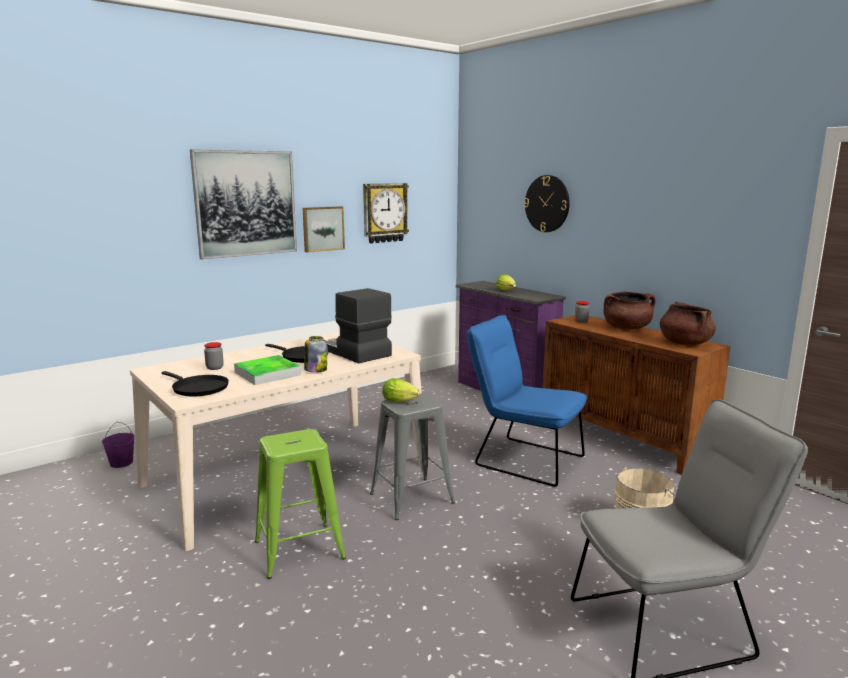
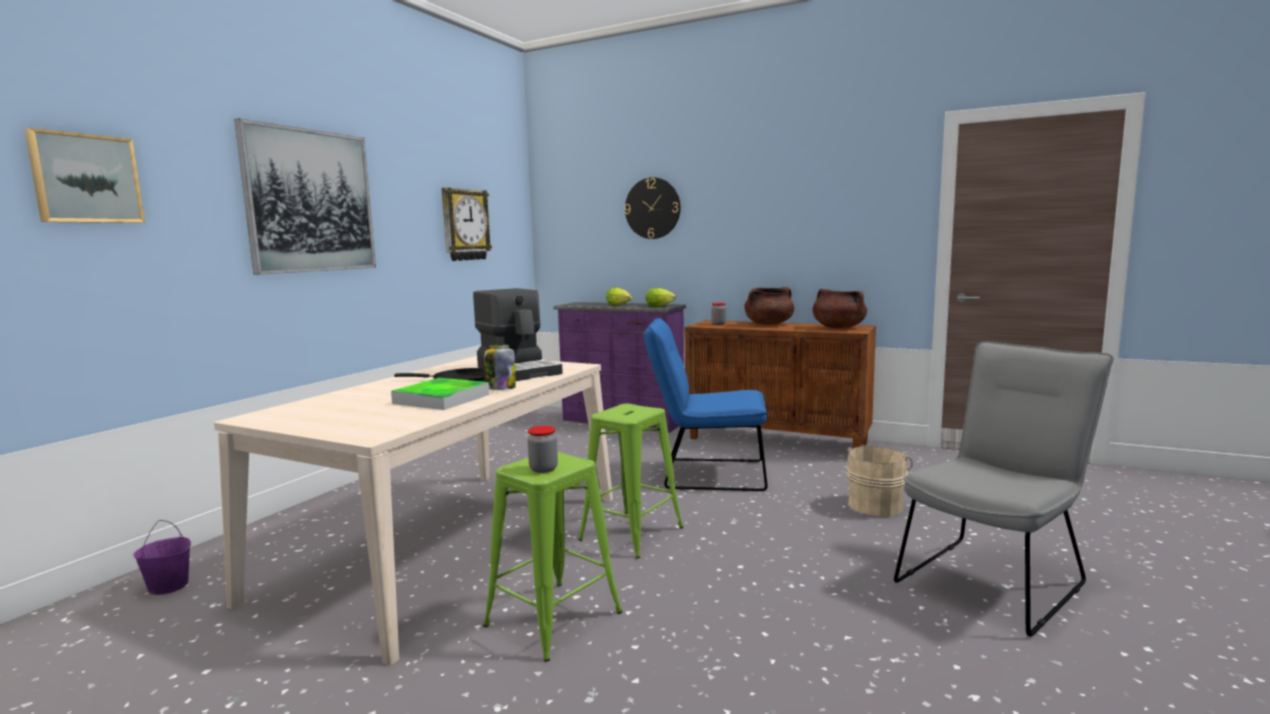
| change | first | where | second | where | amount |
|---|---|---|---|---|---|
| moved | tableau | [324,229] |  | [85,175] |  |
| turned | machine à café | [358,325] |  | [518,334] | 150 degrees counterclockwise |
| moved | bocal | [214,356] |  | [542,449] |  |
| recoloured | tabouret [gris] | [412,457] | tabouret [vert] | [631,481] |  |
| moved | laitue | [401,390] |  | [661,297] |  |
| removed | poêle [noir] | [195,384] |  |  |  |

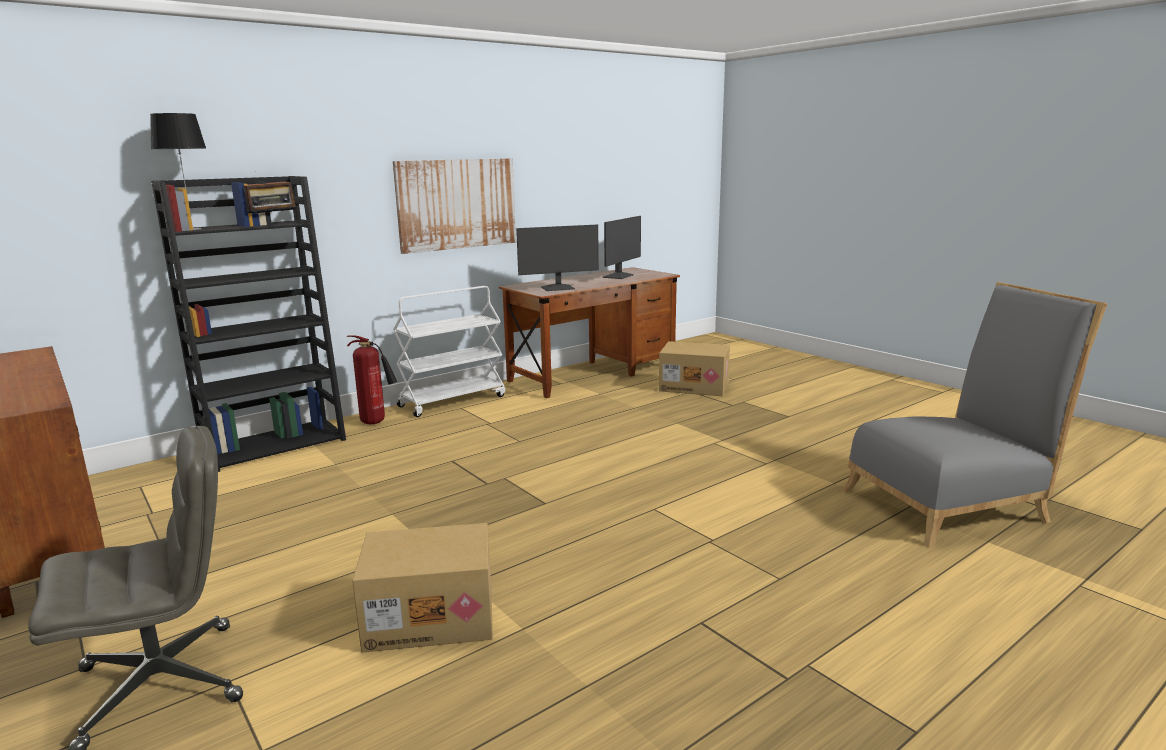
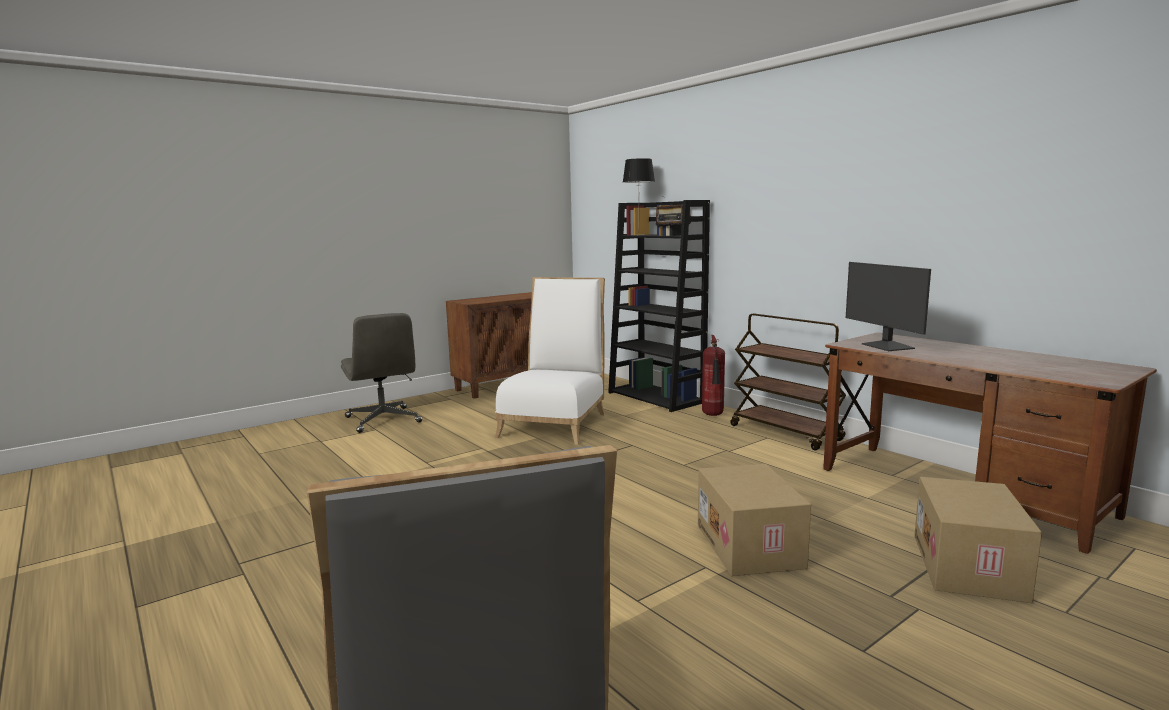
| change | first | where | second | where | amount |
|---|---|---|---|---|---|
| added |  |  | chaise [blanc] | [550,361] |  |
| moved | carton | [422,588] |  | [754,520] |  |
| recoloured | chariot [blanc] | [449,351] | chariot [marron] | [788,382] |  |
| removed | tableau | [454,206] |  |  |  |
| removed | écran d'ordinateur | [621,247] |  |  |  |

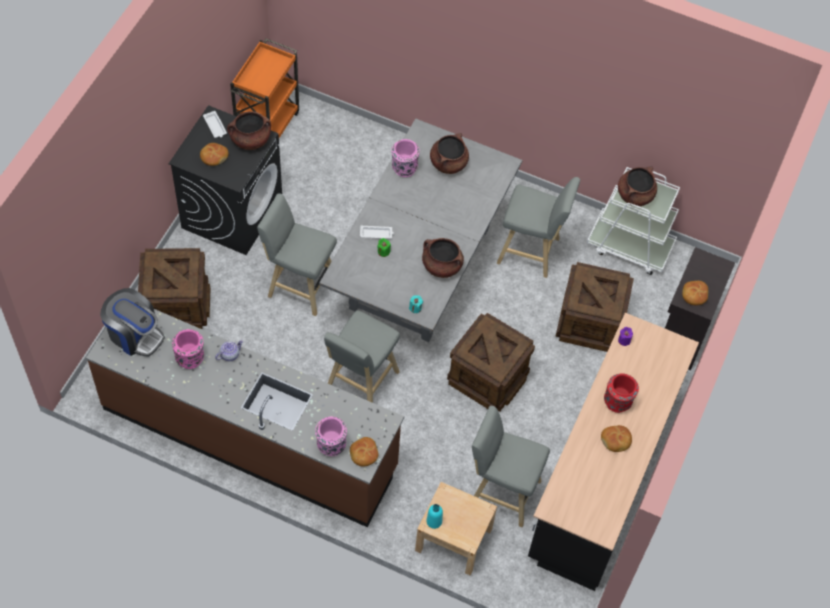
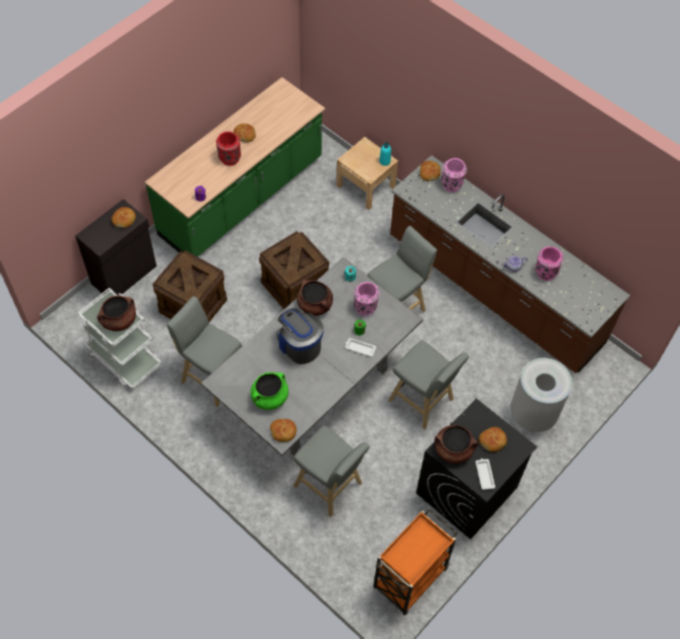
| change | first | where | second | where | amount |
|---|---|---|---|---|---|
| recoloured | comptoir de cuisine [noir] | [613,452] | comptoir de cuisine [vert] | [235,167] |  |
| recoloured | marmite [marron] | [449,153] | marmite [vert] | [269,391] |  |
| added |  |  | pain | [283,430] |  |
| moved | machine à café | [132,322] |  | [300,336] |  |
| moved | tabouret [gris] | [511,466] |  | [331,471] |  |
| moved | vase [rose] | [406,158] |  | [367,299] |  |
| replaced | caisse | [174,288] | poubelle [gris] | [541,395] |  |

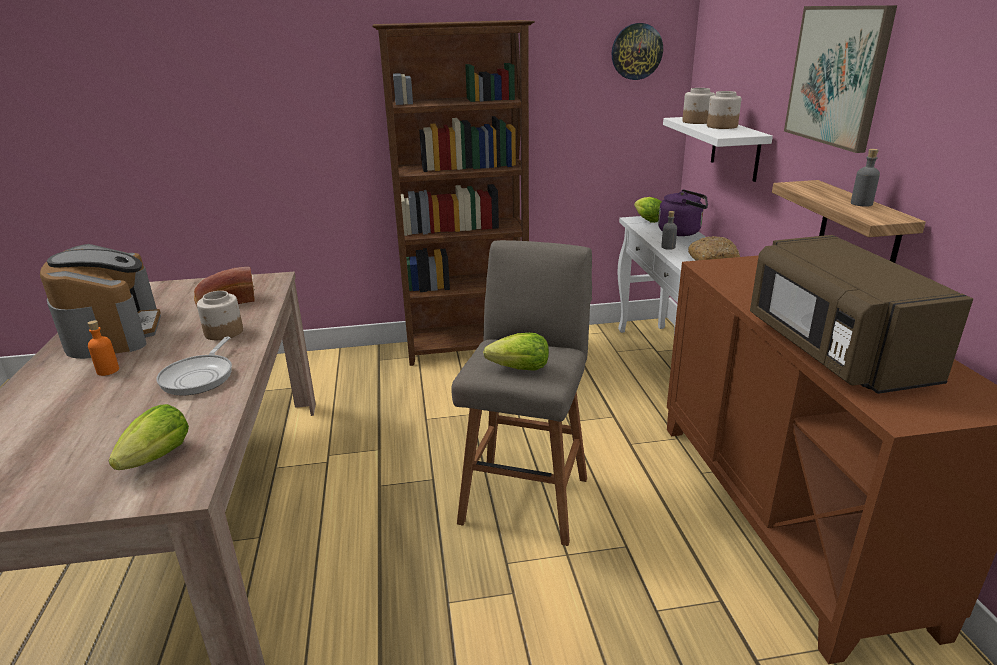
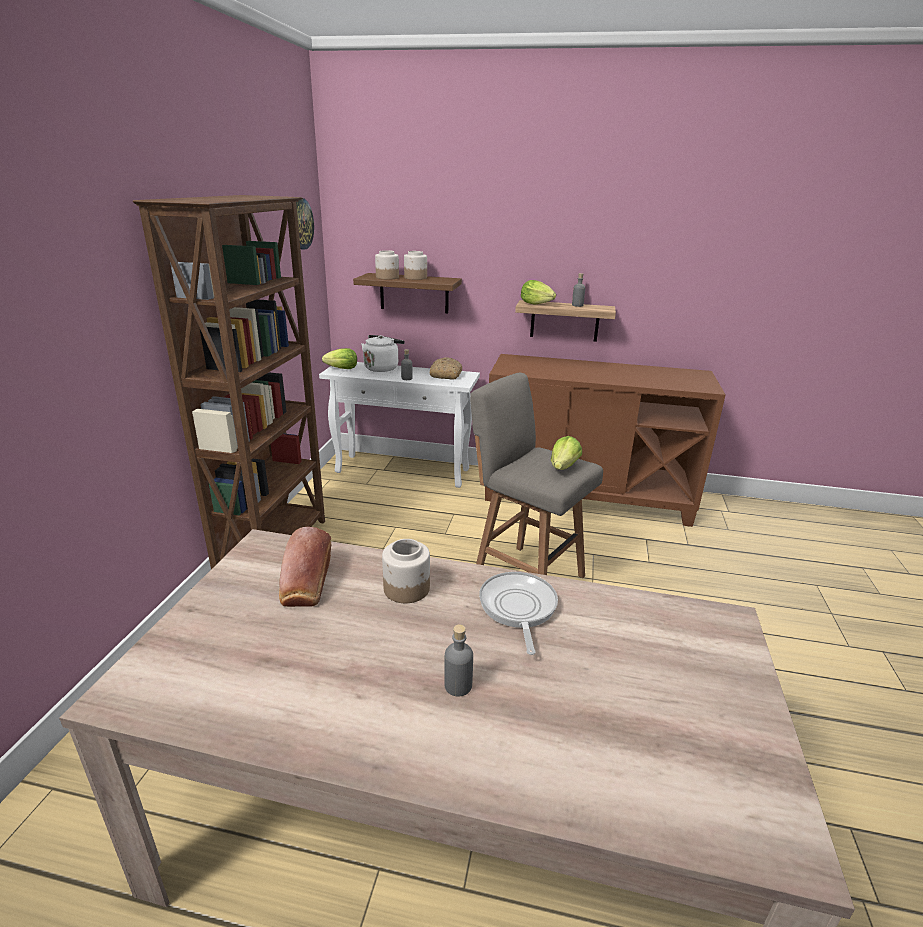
| change | first | where | second | where | amount |
|---|---|---|---|---|---|
| recoloured | étagère [blanc] | [718,149] | étagère [marron] | [407,293] |  |
| recoloured | bouilloire [violet] | [683,212] | bouilloire [blanc] | [383,353] |  |
| recoloured | bouteille [orange] | [103,348] | bouteille [gris] | [458,660] |  |
| turned | poêle | [194,366] |  | [518,613] | 120 degrees counterclockwise |
| moved | laitue | [149,437] |  | [538,292] |  |
| removed | machine à café | [100,301] |  |  |  |
| removed | micro-ondes [marron] | [861,314] |  |  |  |
| removed | tableau | [840,79] |  |  |  |

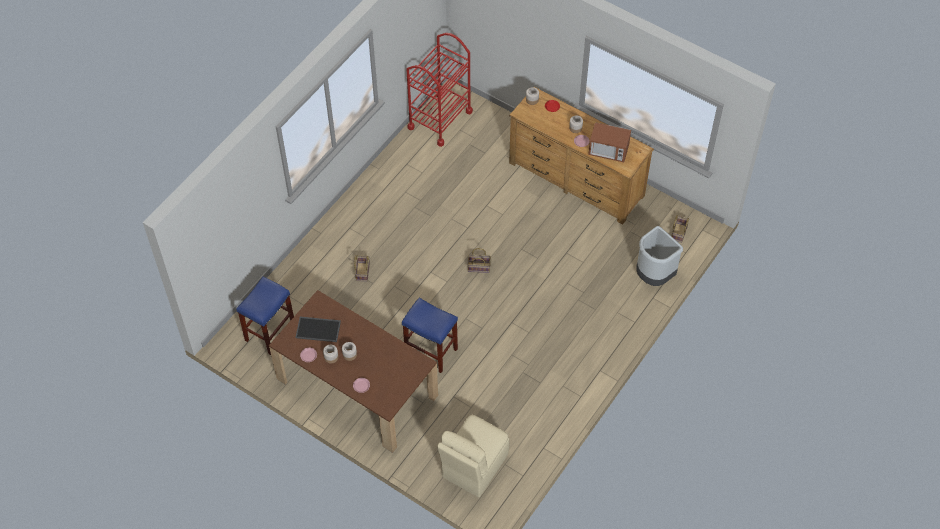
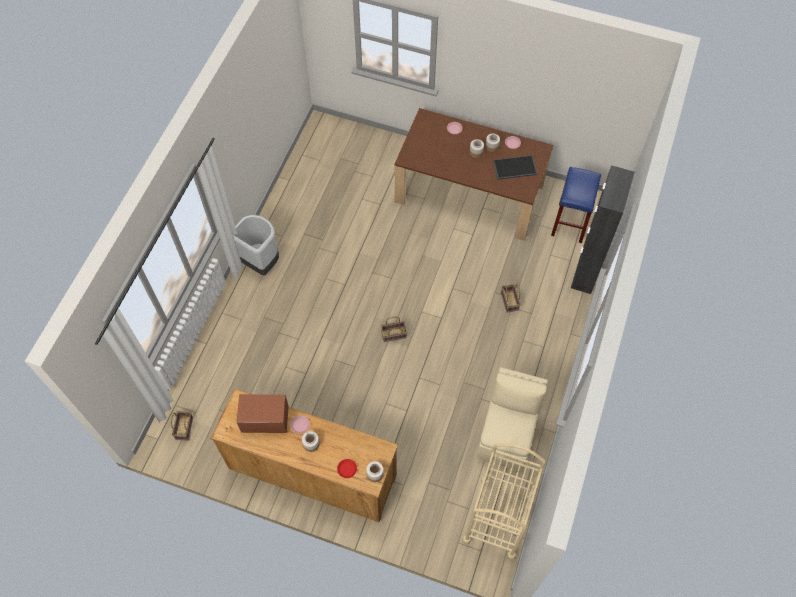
| change | first | where | second | where | amount |
|---|---|---|---|---|---|
| moved | poubelle [gris] | [659,256] |  | [256,245] |  |
| recoloured | chariot [rouge] | [439,90] | chariot [beige] | [504,501] |  |
| moved | chaise [beige] | [473,456] |  | [512,419] |  |
| added |  |  | meuble de rangement [noir] | [603,229] |  |
| removed | tabouret [bleu] | [430,335] |  |  |  |

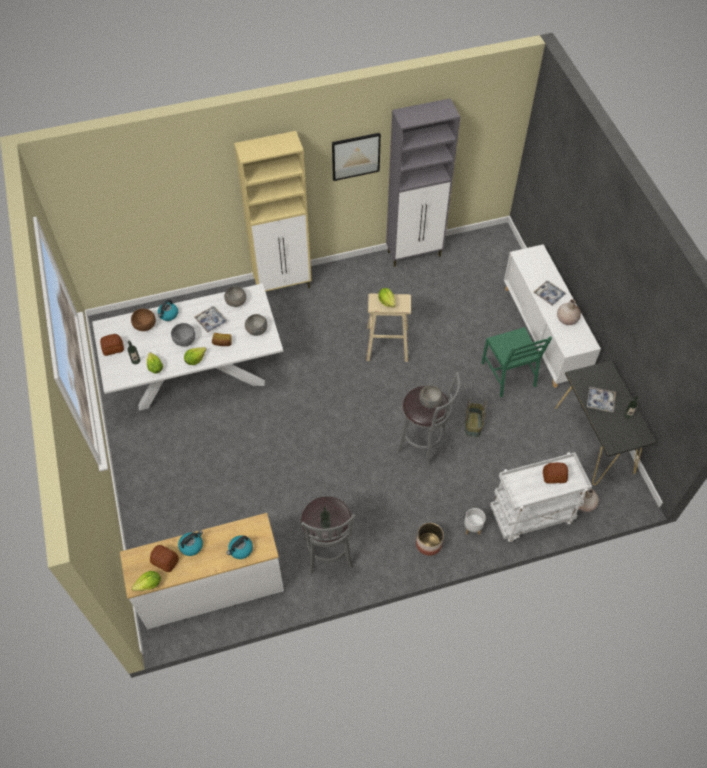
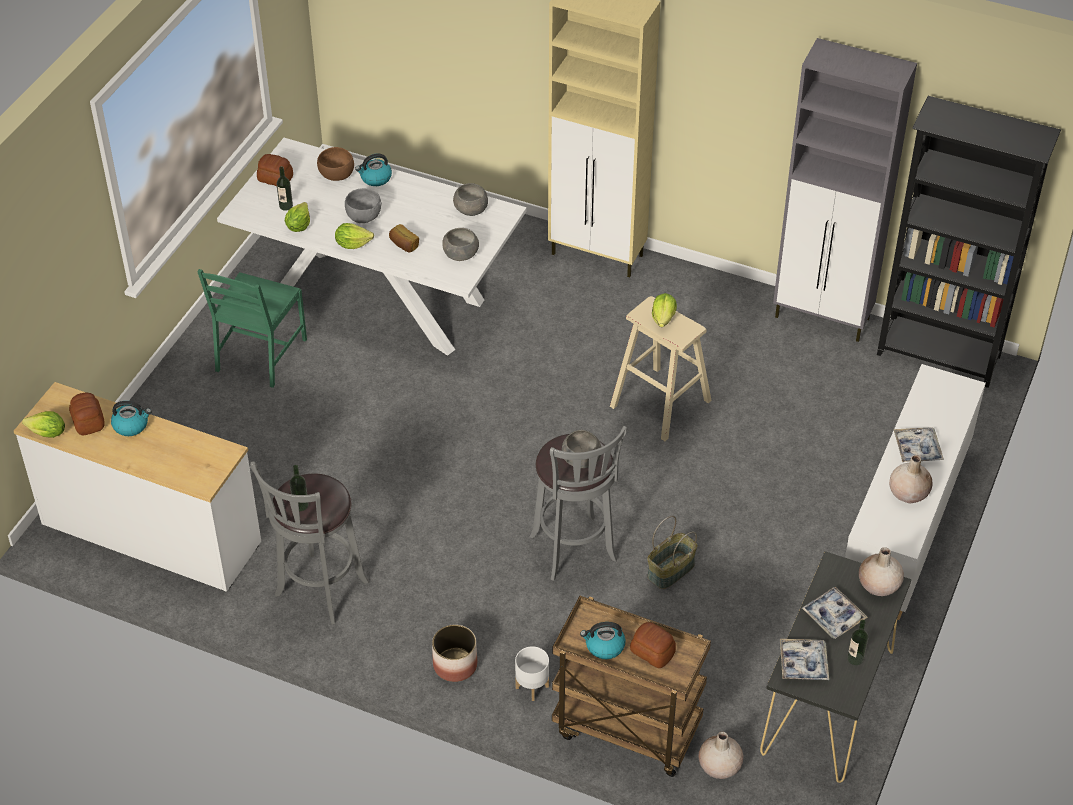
| change | first | where | second | where | amount |
|---|---|---|---|---|---|
| moved | chaise [vert] | [516,362] |  | [252,328] |  |
| recoloured | chariot [blanc] | [541,497] | chariot [marron] | [631,686] |  |
| moved | bouilloire | [240,547] |  | [603,640] |  |
| moved | plateau | [210,319] |  | [804,659] |  |
| added |  |  | vase [beige] | [881,571] |  |
| added |  |  | bibliothèque [noir] | [969,242] |  |
| removed | tableau | [356,157] |  |  |  |

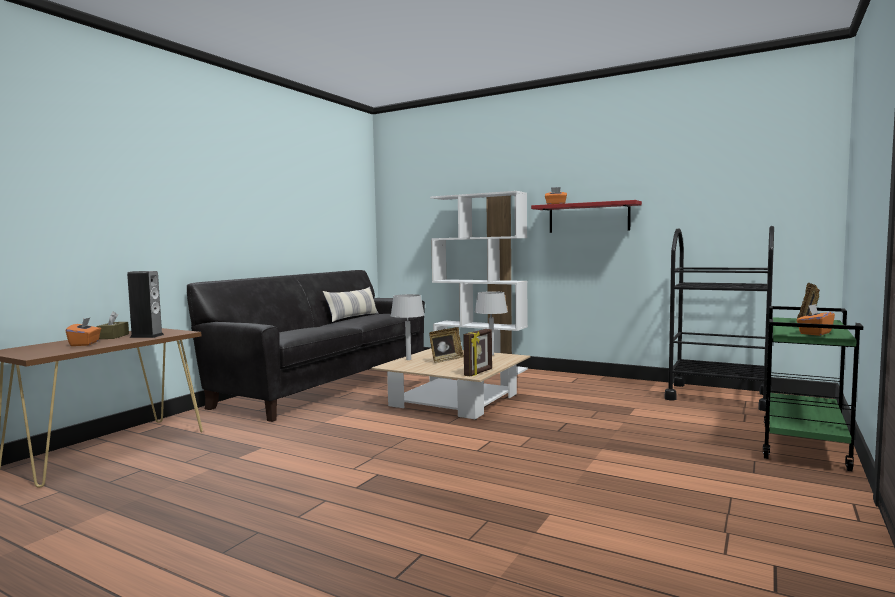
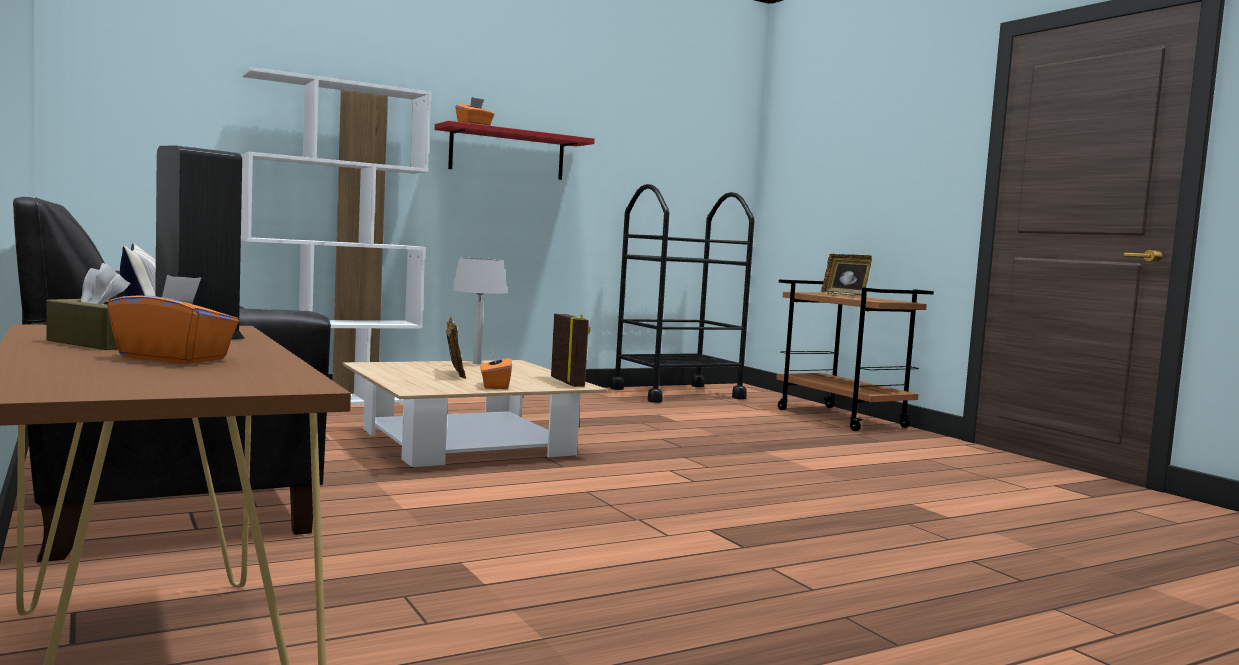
| change | first | where | second | where | amount |
|---|---|---|---|---|---|
| moved | boîte à mouchoirs [orange] | [816,320] |  | [496,369] |  |
| recoloured | chariot [vert] | [813,388] | chariot [marron] | [855,355] |  |
| removed | lampe de table [gris] | [408,327] |  |  |  |

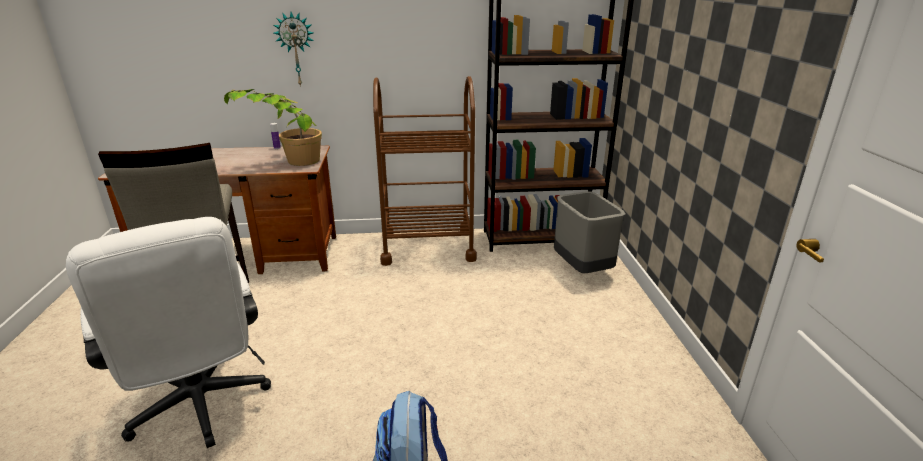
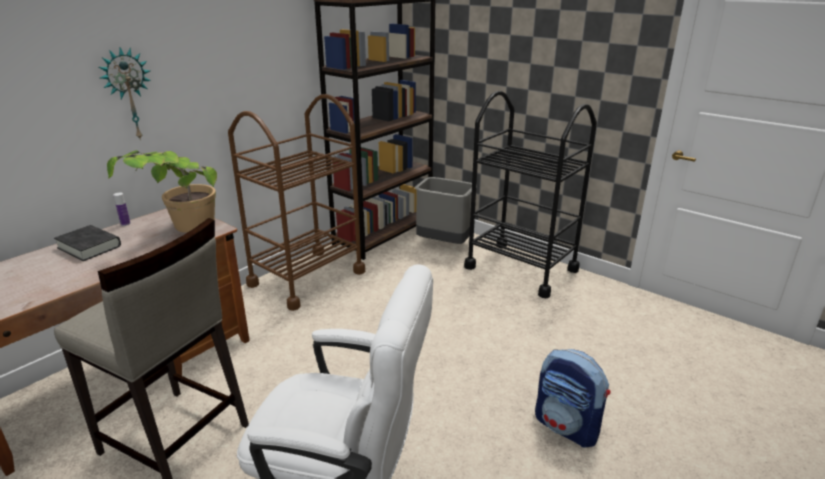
| change | first | where | second | where | amount |
|---|---|---|---|---|---|
| added |  |  | livre [noir] | [87,243] |  |
| added |  |  | chariot [noir] | [530,194] |  |

